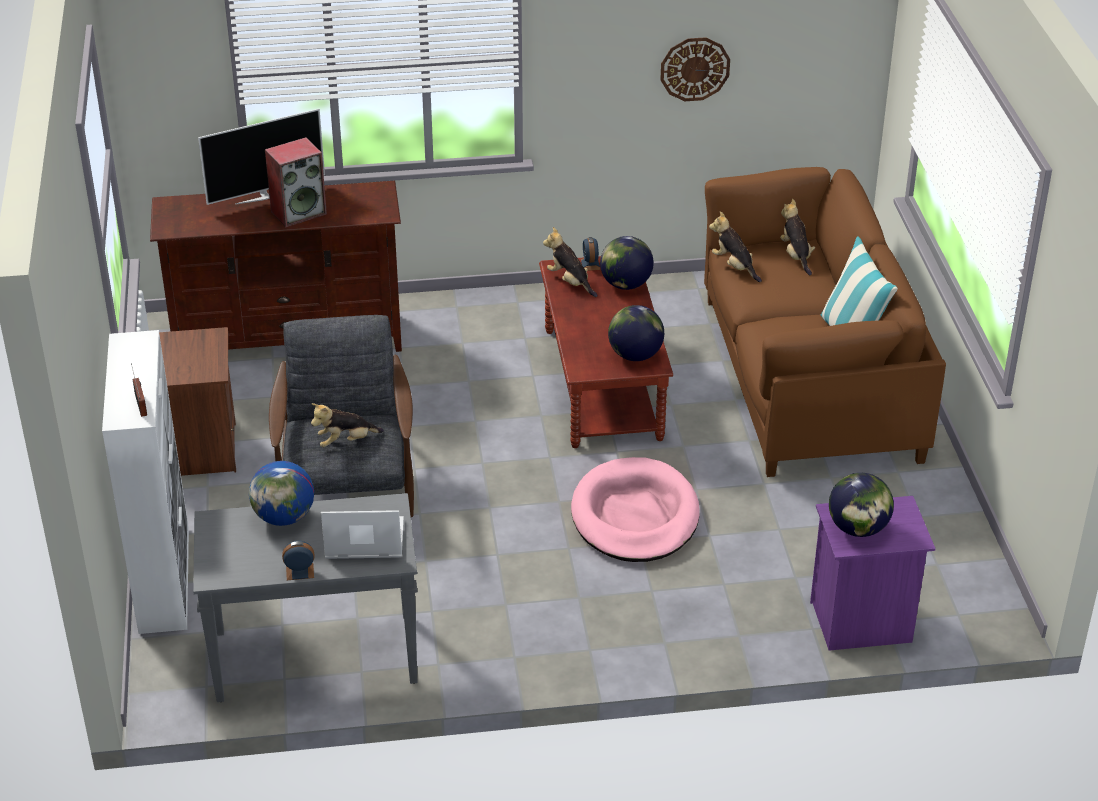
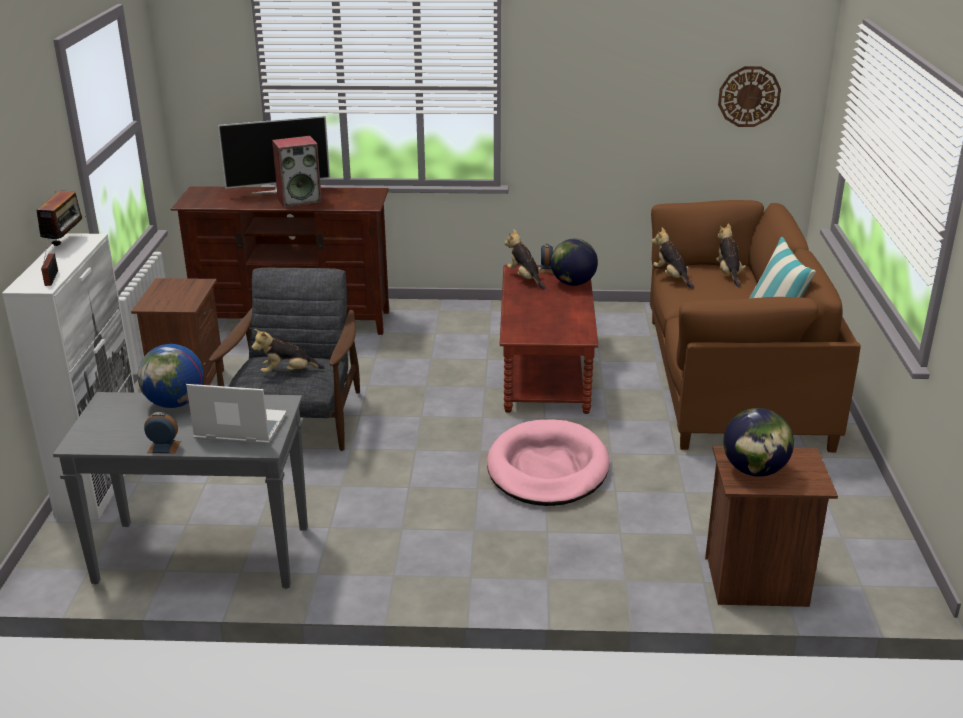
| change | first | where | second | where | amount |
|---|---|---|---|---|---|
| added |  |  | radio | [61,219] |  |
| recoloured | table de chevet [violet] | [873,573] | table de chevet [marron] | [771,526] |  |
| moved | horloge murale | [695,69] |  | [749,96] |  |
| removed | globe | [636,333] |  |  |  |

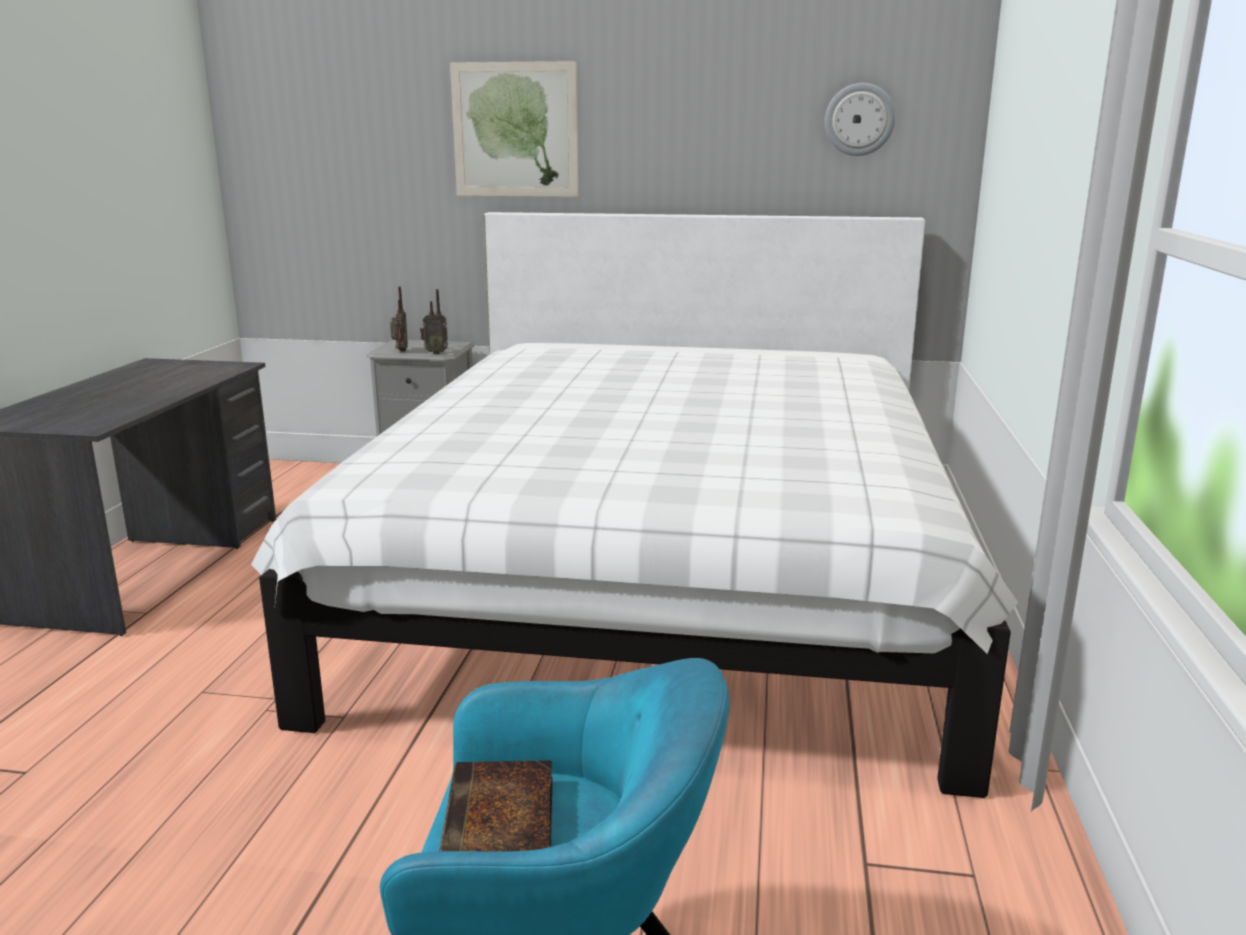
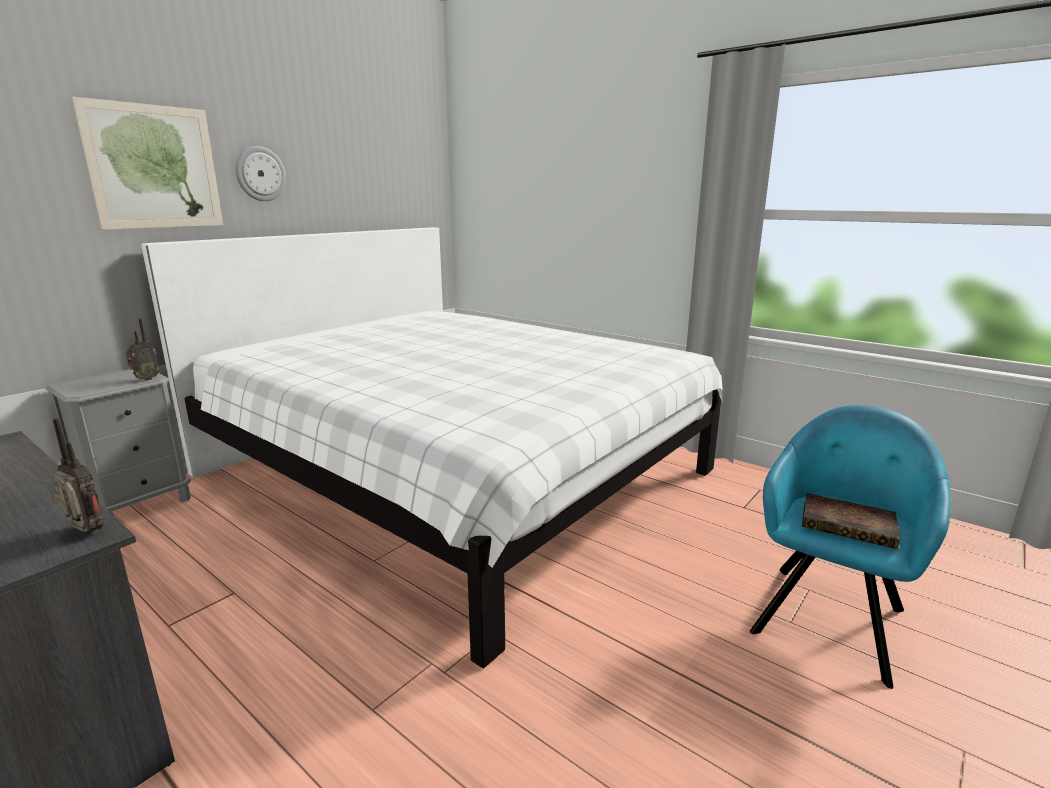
| change | first | where | second | where | amount |
|---|---|---|---|---|---|
| moved | radio | [399,319] |  | [78,475] |  |
| moved | horloge murale | [860,119] |  | [260,173] |  |

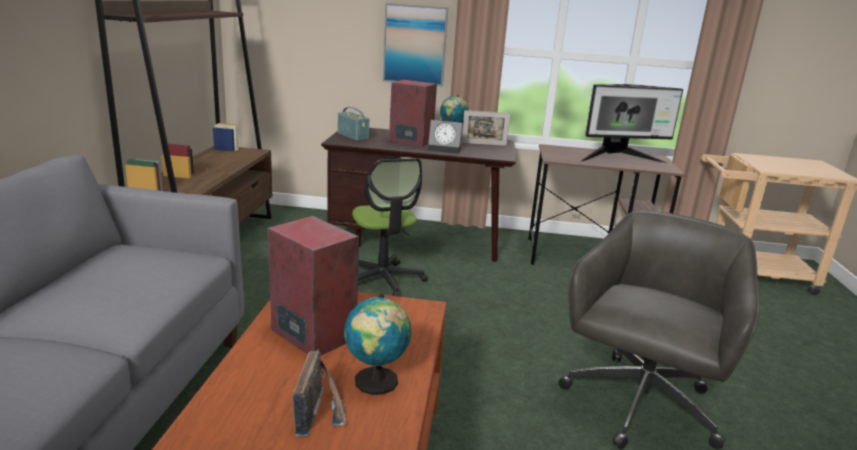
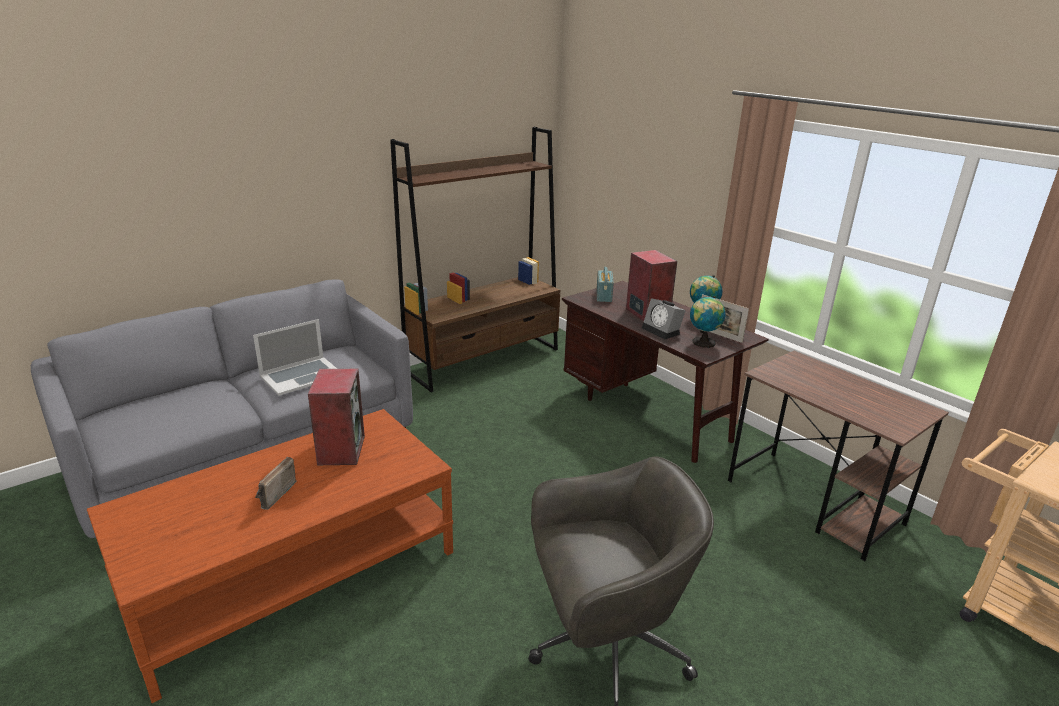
| change | first | where | second | where | amount |
|---|---|---|---|---|---|
| added |  |  | ordinateur portable | [295,357] |  |
| turned | radio | [319,393] |  | [276,483] | 150 degrees clockwise |
| moved | globe | [377,344] |  | [707,322] |  |
| removed | chaise de bureau | [390,227] |  |  |  |
| removed | tableau | [415,44] |  |  |  |
| removed | écran d'ordinateur | [632,123] |  |  |  |

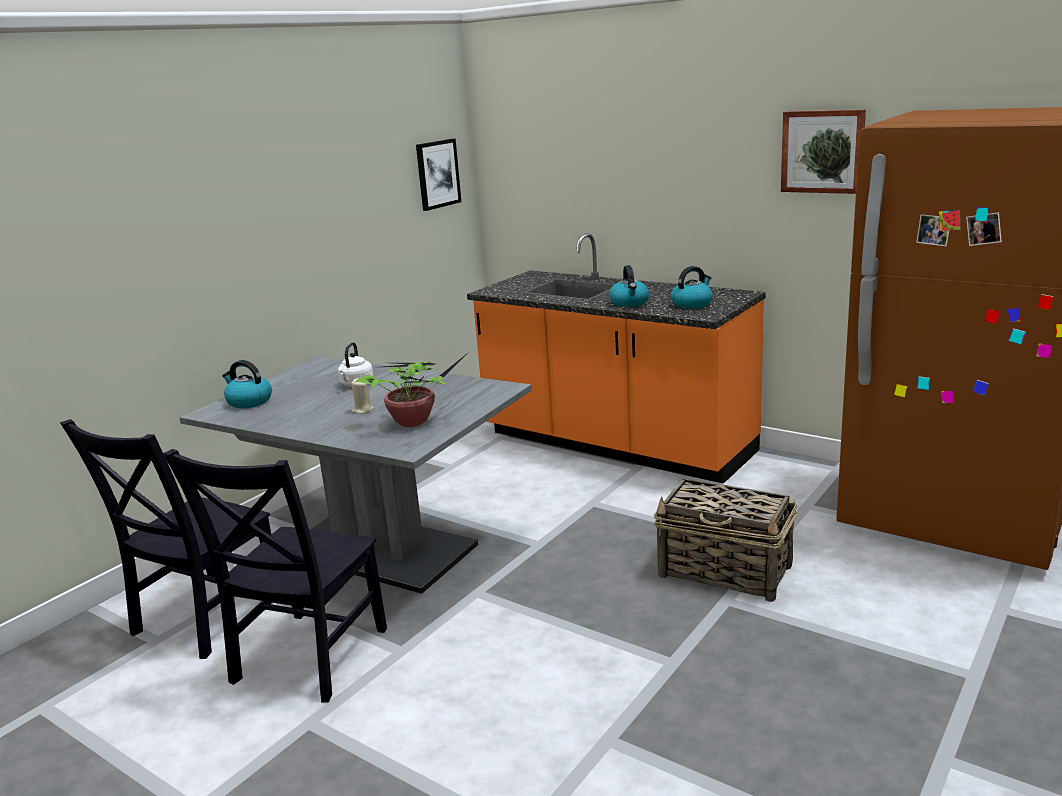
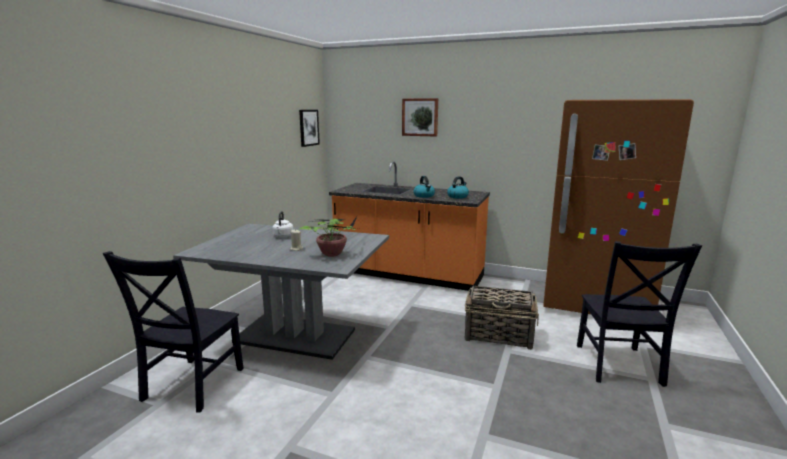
| change | first | where | second | where | amount |
|---|---|---|---|---|---|
| moved | tableau | [823,151] |  | [420,117] |  |
| moved | chaise [noir] | [275,576] |  | [639,314] |  |
| removed | bouilloire | [247,384] |  |  |  |

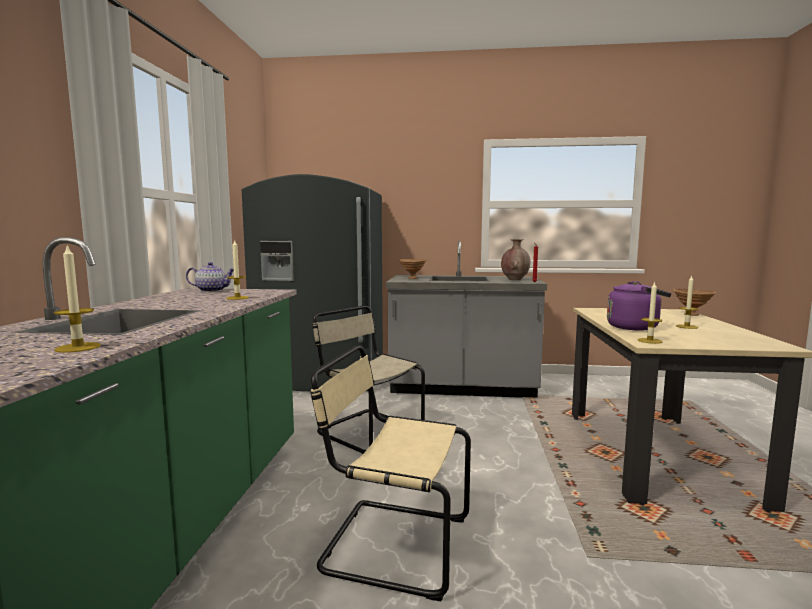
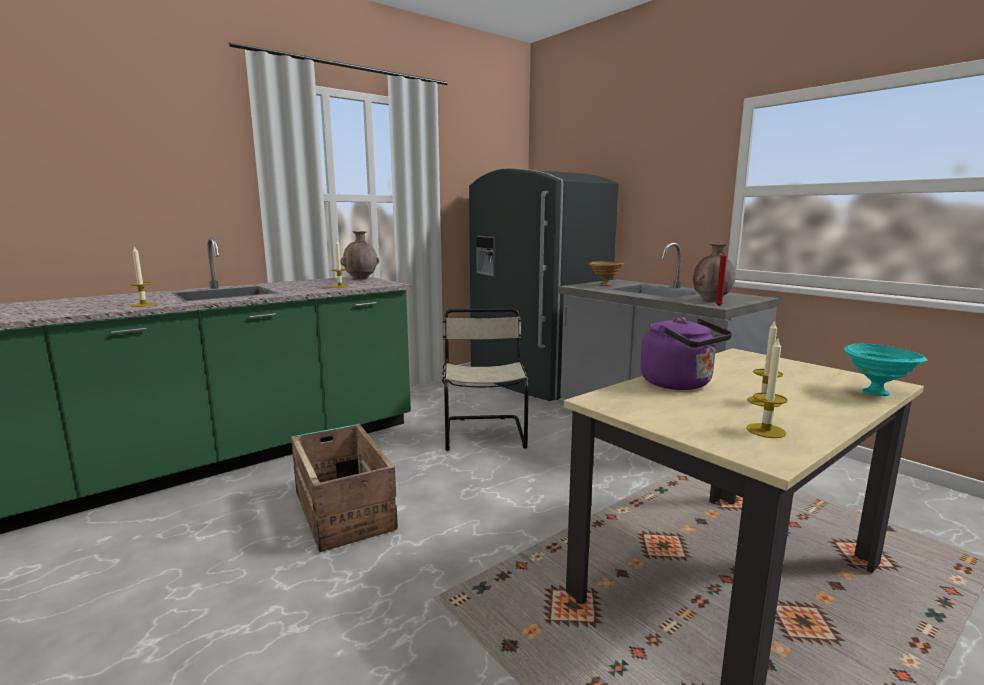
| change | first | where | second | where | amount |
|---|---|---|---|---|---|
| replaced | chaise [beige] | [390,473] | caisse | [344,488] |  |
| replaced | théière | [210,277] | vase [marron] | [359,255] |  |
| moved | bougie | [650,313] |  | [767,388] |  |
| recoloured | bol [marron] | [694,302] | bol [turquoise] | [885,369] |  |

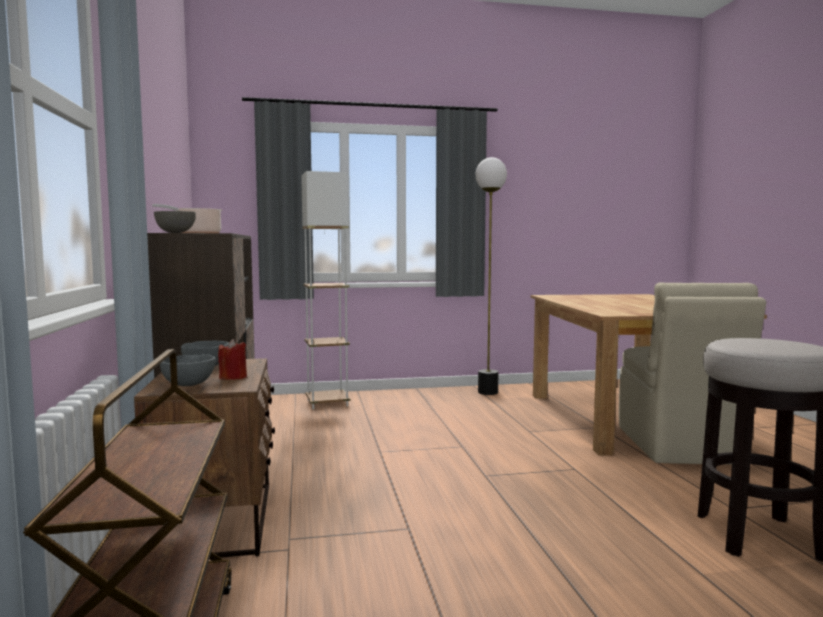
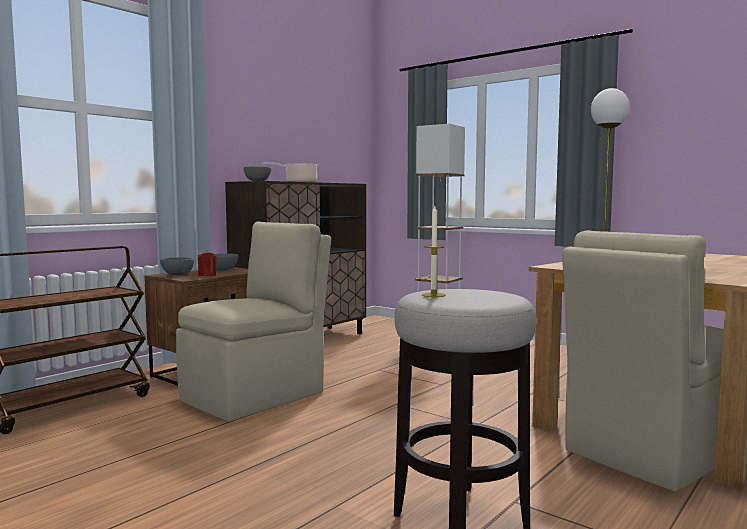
| change | first | where | second | where | amount |
|---|---|---|---|---|---|
| added |  |  | chaise [beige] | [253,322] |  |
| added |  |  | bougie | [434,251] |  |

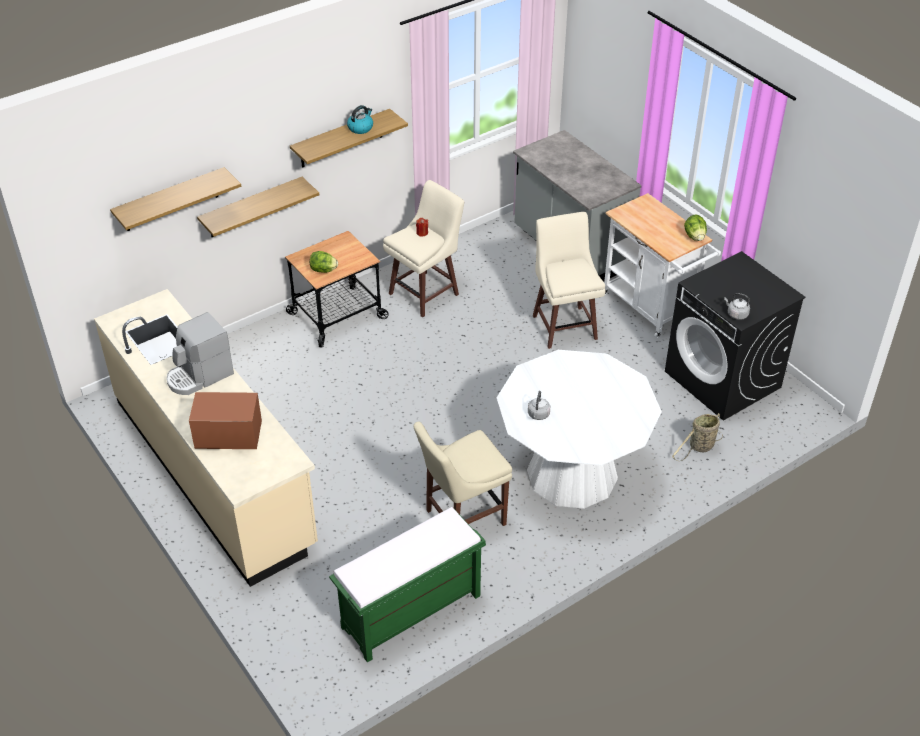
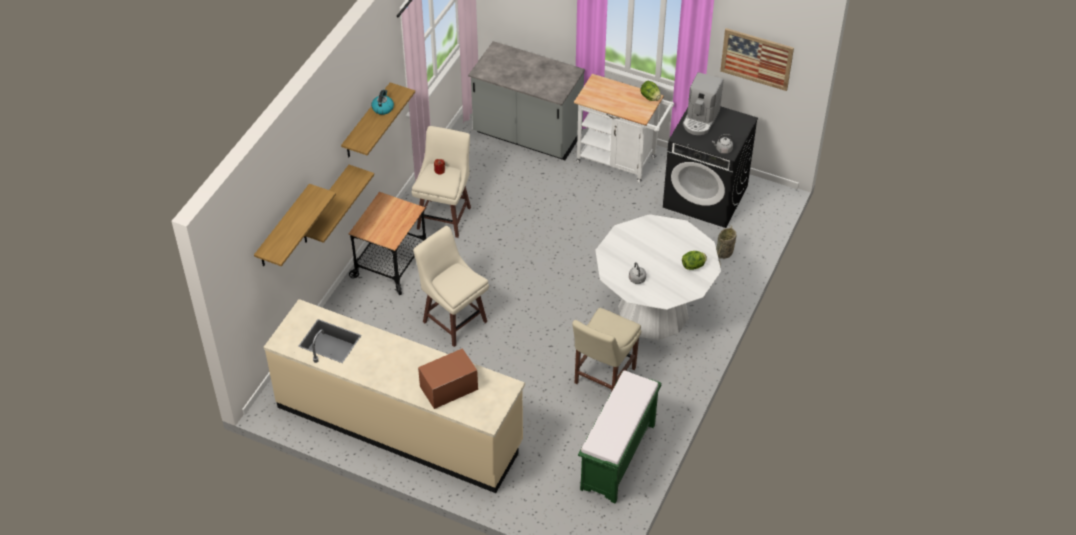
| change | first | where | second | where | amount |
|---|---|---|---|---|---|
| moved | tabouret [beige] | [569,280] |  | [451,286] |  |
| moved | laitue | [324,262] |  | [694,260] |  |
| moved | machine à café | [200,353] |  | [703,103] |  |
| added |  |  | tableau | [757,59] |  |

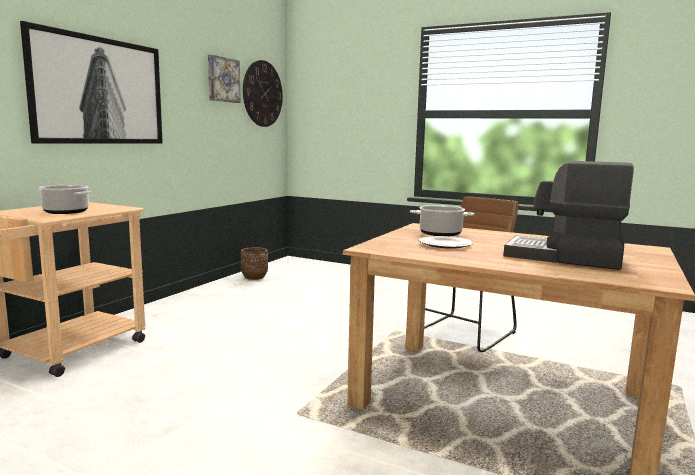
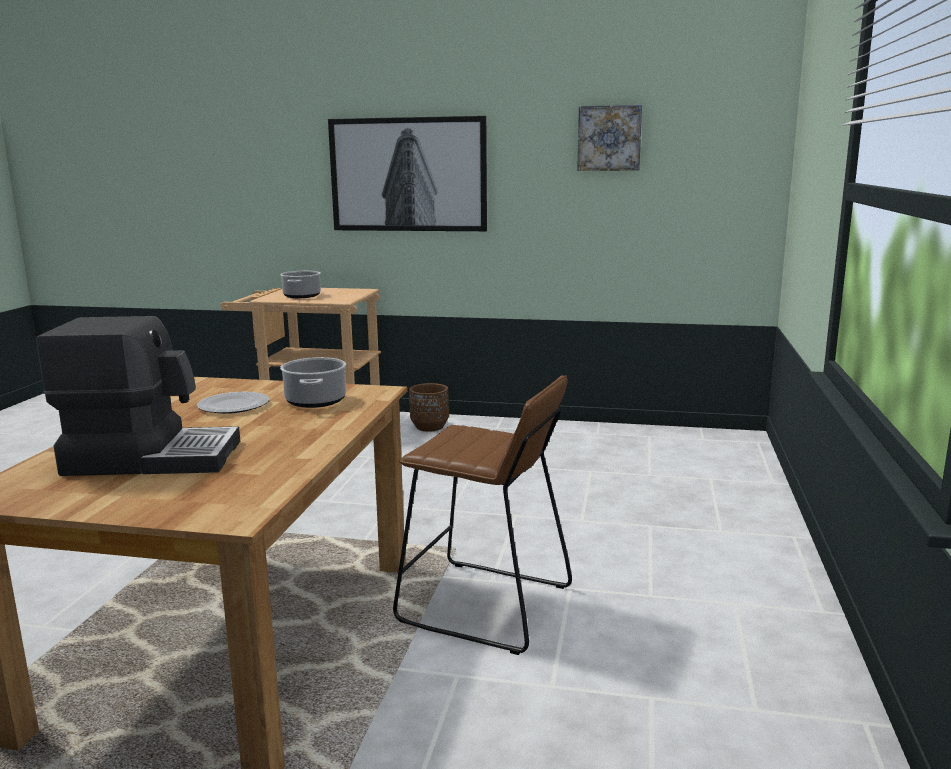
| change | first | where | second | where | amount |
|---|---|---|---|---|---|
| turned | machine à café | [568,215] |  | [138,396] | 75 degrees clockwise |
| moved | cache-pot [marron] | [254,263] |  | [429,407] |  |
| removed | horloge murale | [263,93] |  |  |  |

